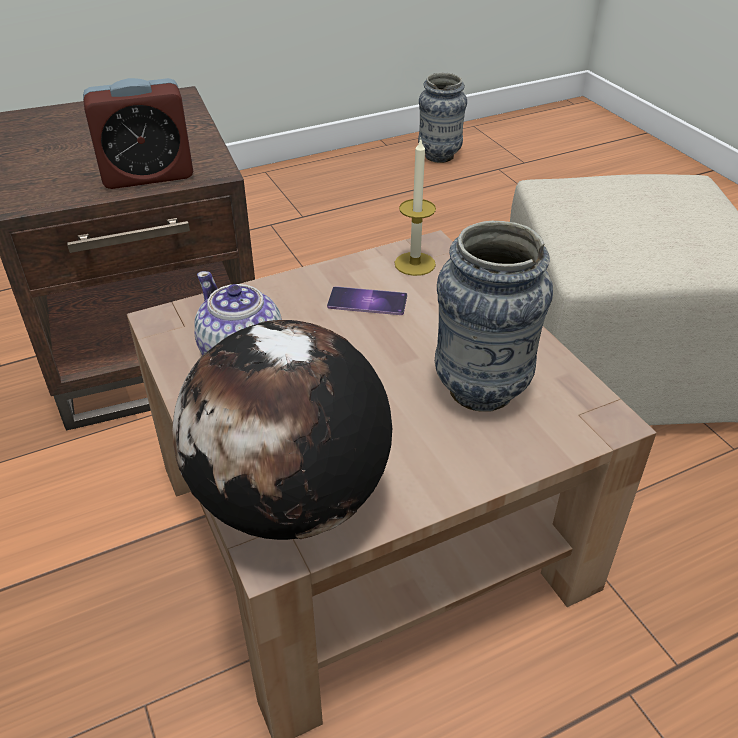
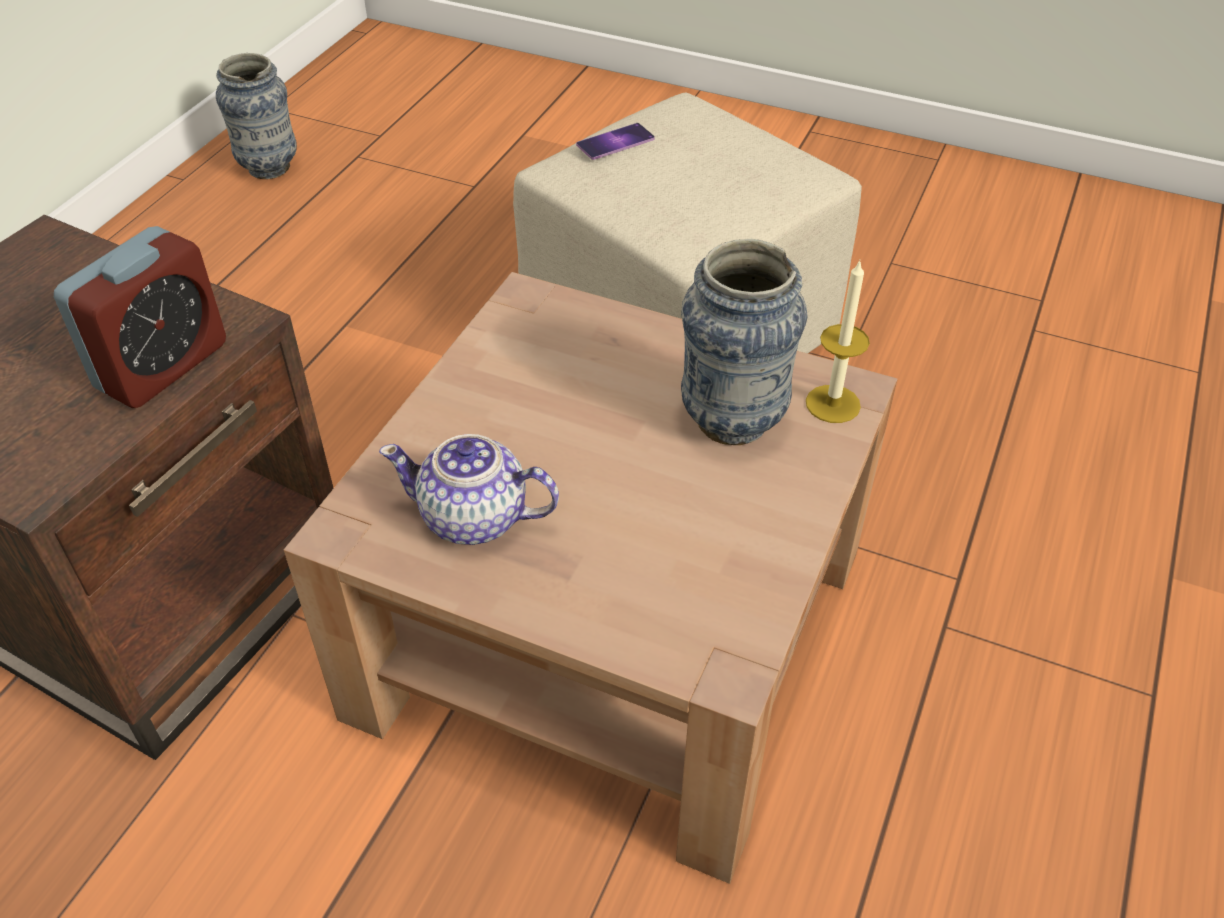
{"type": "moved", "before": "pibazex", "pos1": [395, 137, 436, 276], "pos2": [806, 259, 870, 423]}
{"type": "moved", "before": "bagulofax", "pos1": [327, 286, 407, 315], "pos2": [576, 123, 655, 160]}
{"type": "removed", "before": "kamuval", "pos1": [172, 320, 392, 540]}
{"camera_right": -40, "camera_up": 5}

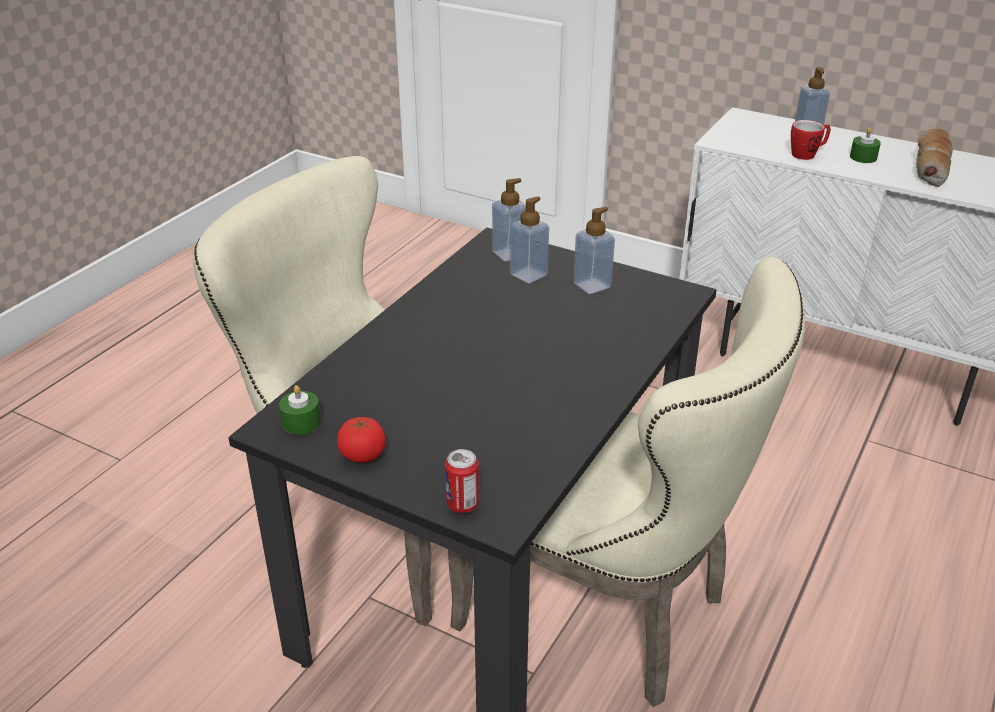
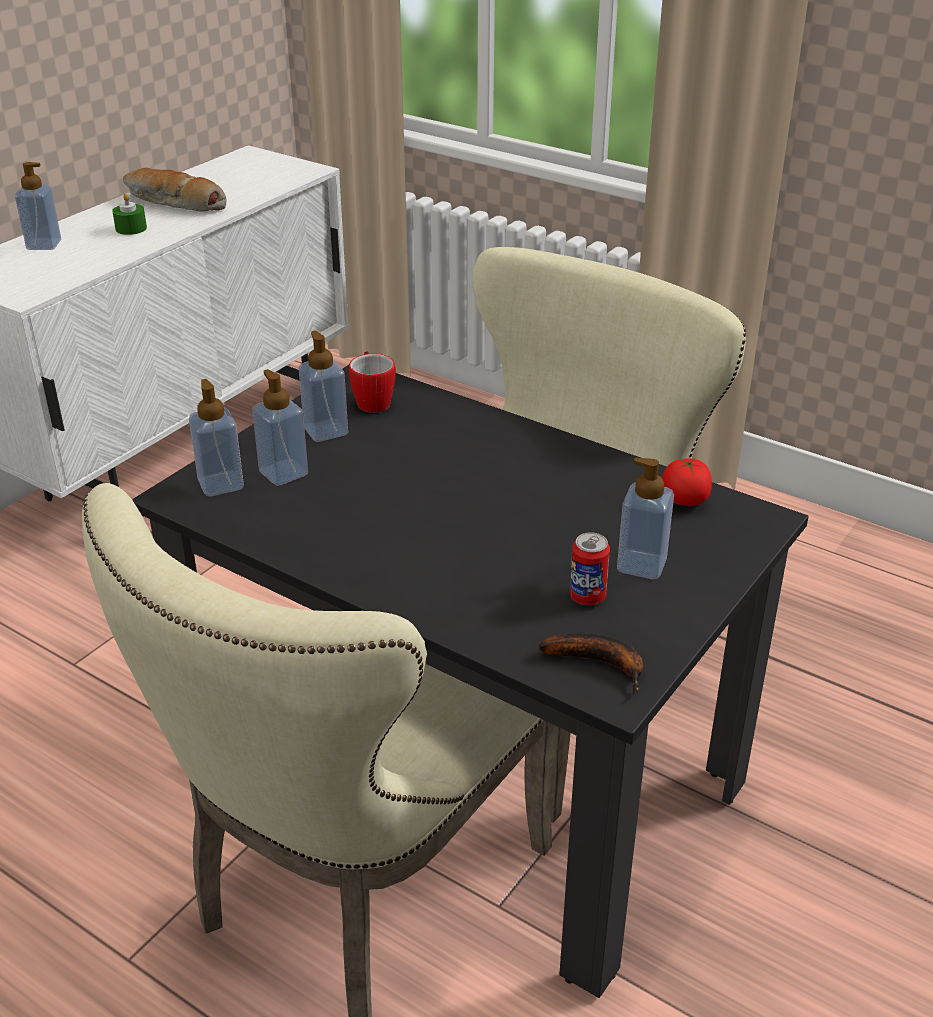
{"type": "moved", "before": "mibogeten", "pos1": [791, 120, 831, 160], "pos2": [349, 351, 396, 413]}
{"type": "replaced", "before": "green pibazex", "after": "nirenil", "pos1": [279, 385, 321, 435], "pos2": [539, 633, 644, 694]}
{"type": "moved", "before": "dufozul", "pos1": [337, 417, 386, 463], "pos2": [663, 458, 712, 506]}
{"type": "moved", "before": "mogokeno", "pos1": [445, 449, 479, 513], "pos2": [570, 532, 610, 605]}
{"type": "added", "after": "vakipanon", "pos2": [617, 458, 674, 579]}
{"camera_right": -85, "camera_up": 0}

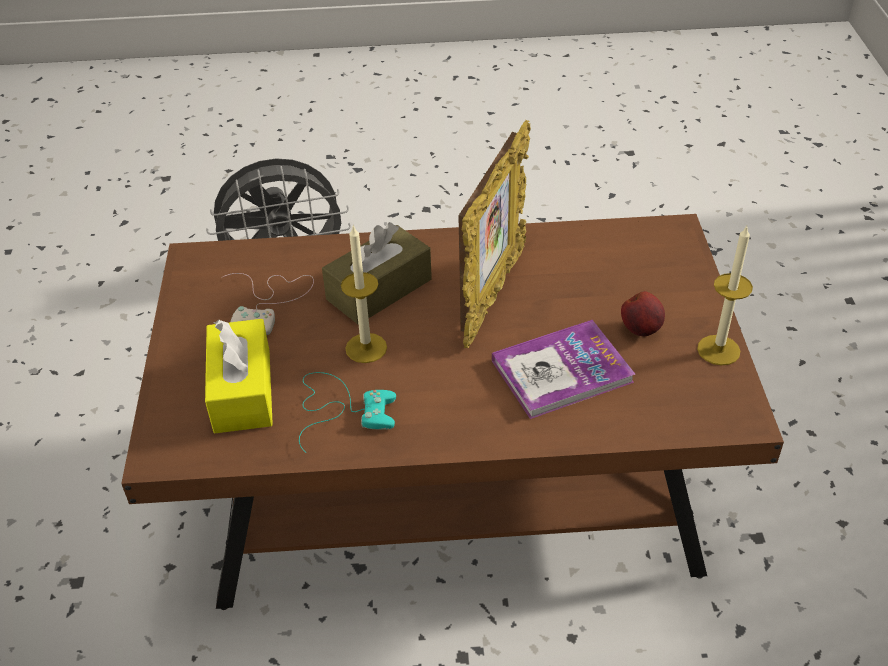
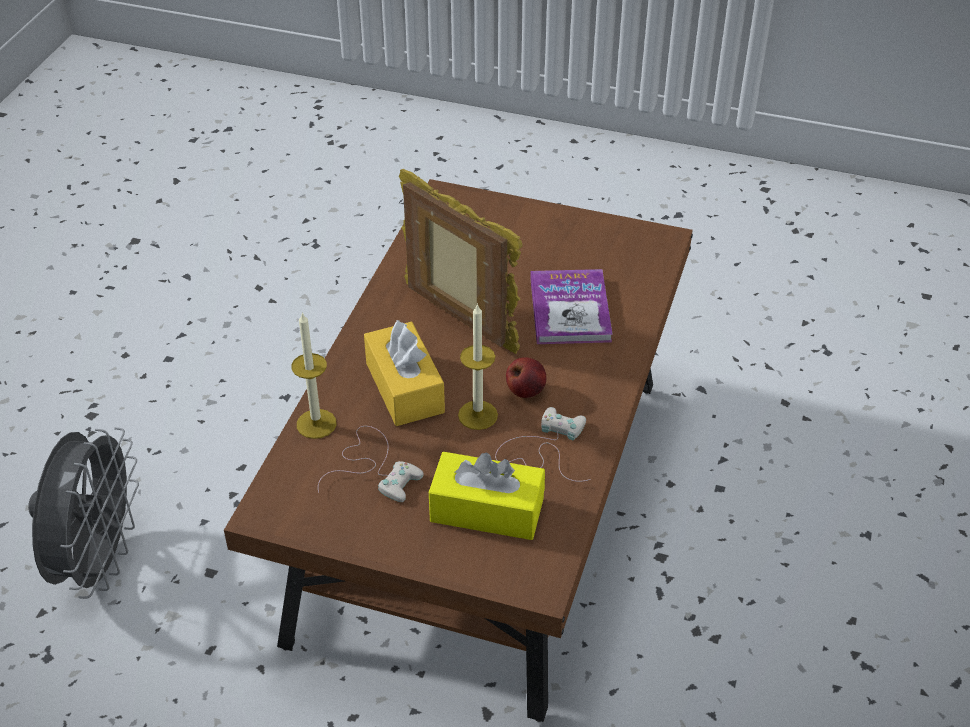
{"type": "recoloured", "before": "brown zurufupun", "after": "yellow zurufupun", "pos1": [322, 222, 432, 324], "pos2": [364, 320, 445, 426]}
{"type": "moved", "before": "pibazex", "pos1": [697, 226, 753, 365], "pos2": [291, 312, 336, 439]}
{"type": "moved", "before": "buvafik", "pos1": [621, 291, 665, 336], "pos2": [506, 357, 546, 398]}
{"type": "recoloured", "before": "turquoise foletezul", "after": "white foletezul", "pos1": [299, 372, 396, 453], "pos2": [495, 407, 591, 482]}
{"camera_right": -70, "camera_up": 0}

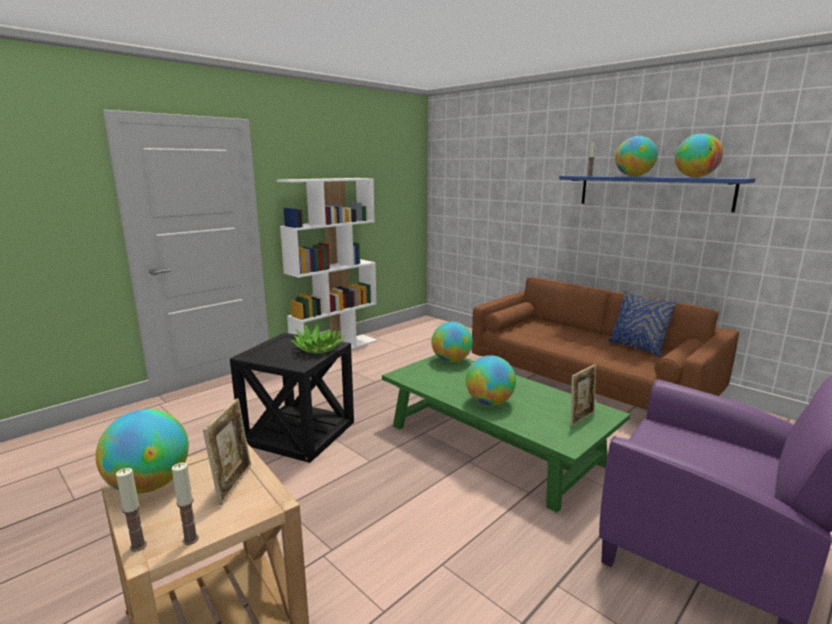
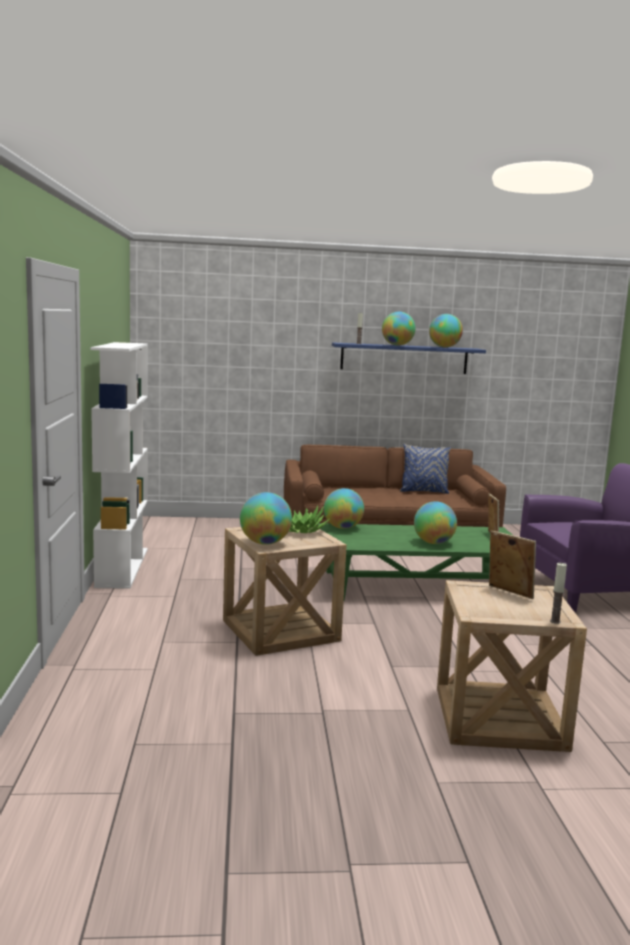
{"type": "recoloured", "before": "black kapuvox", "after": "beige kapuvox", "pos1": [230, 333, 354, 463], "pos2": [223, 526, 347, 656]}
{"type": "moved", "before": "kamuval", "pos1": [96, 409, 189, 494], "pos2": [240, 492, 292, 545]}
{"type": "removed", "before": "pibazex", "pos1": [172, 463, 199, 545]}
{"camera_right": -50, "camera_up": -5}

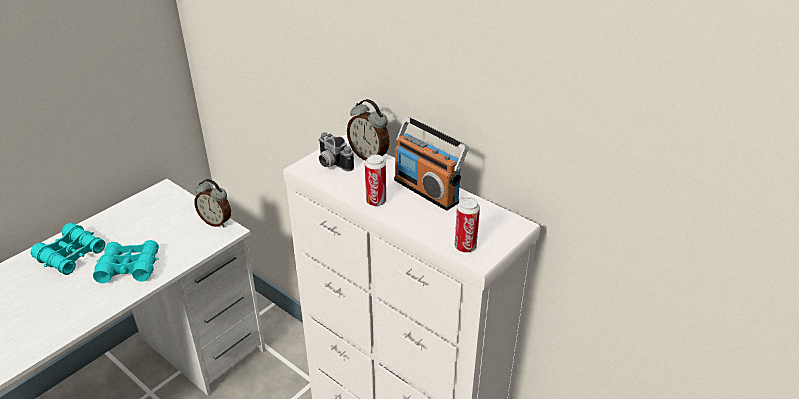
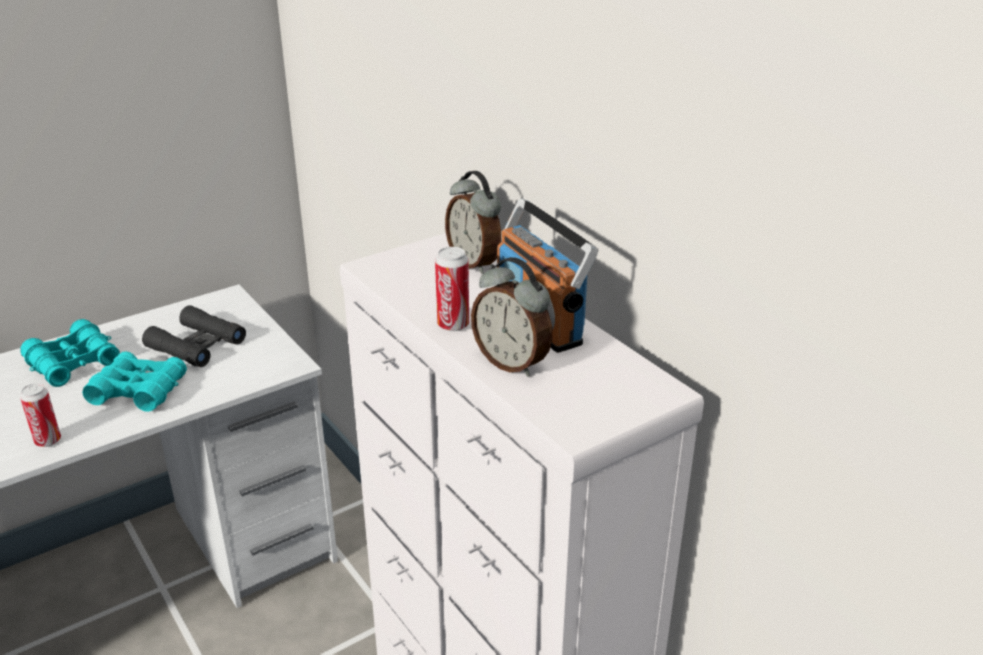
{"type": "removed", "before": "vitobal", "pos1": [319, 132, 354, 172]}
{"type": "moved", "before": "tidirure", "pos1": [195, 179, 231, 227], "pos2": [471, 257, 552, 377]}
{"type": "moved", "before": "mogokeno", "pos1": [455, 197, 480, 253], "pos2": [20, 383, 61, 447]}
{"type": "added", "after": "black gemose", "pos2": [142, 305, 246, 367]}
{"camera_right": 15, "camera_up": -5}

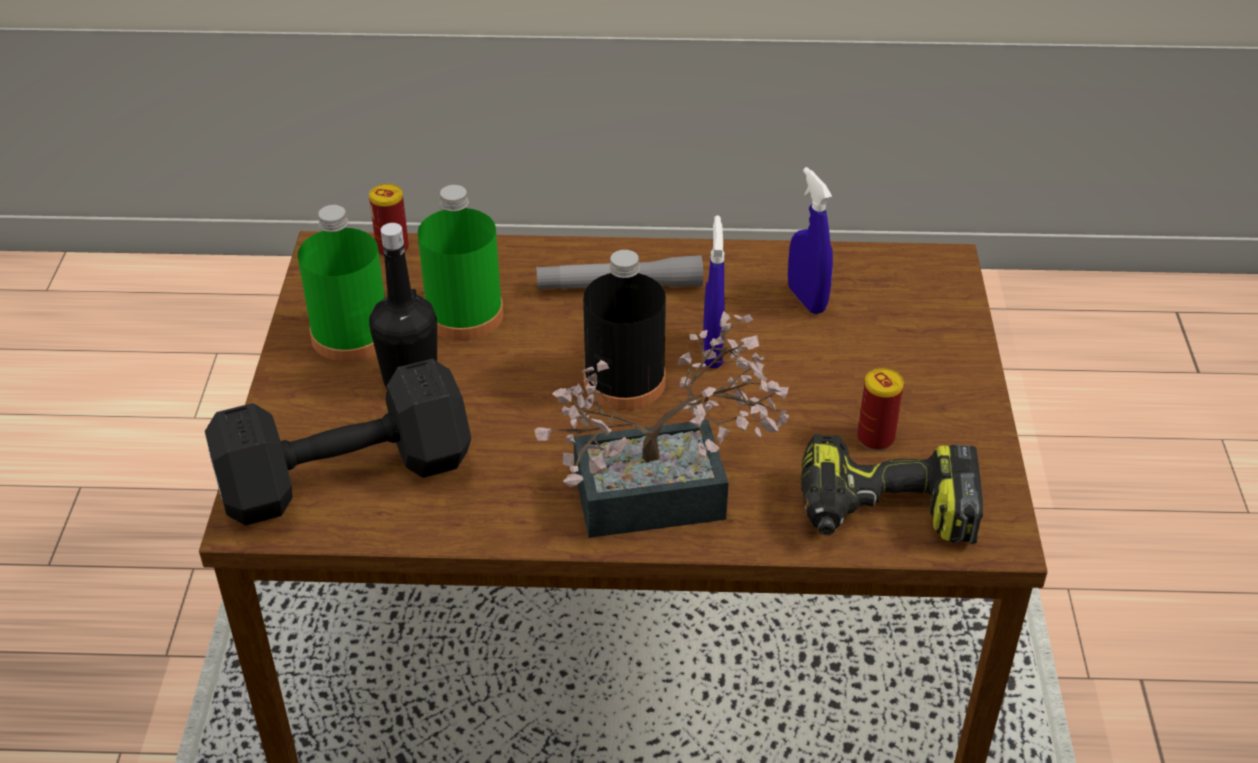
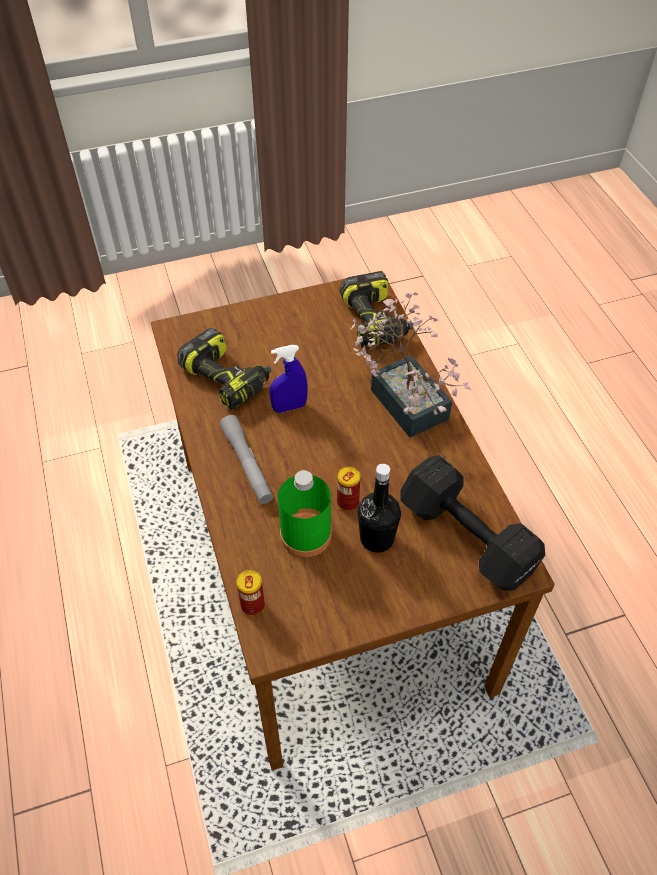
{"type": "replaced", "before": "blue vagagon", "after": "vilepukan", "pos1": [788, 167, 833, 314], "pos2": [177, 328, 271, 410]}
{"type": "removed", "before": "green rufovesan", "pos1": [298, 205, 385, 362]}
{"type": "removed", "before": "black rufovesan", "pos1": [583, 250, 666, 411]}
{"type": "moved", "before": "mogokeno", "pos1": [857, 368, 904, 451], "pos2": [337, 467, 360, 511]}
{"camera_right": -110, "camera_up": 10}

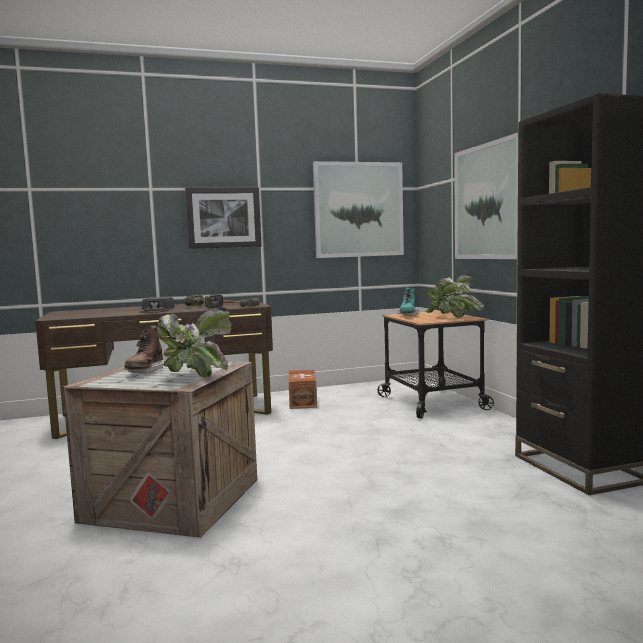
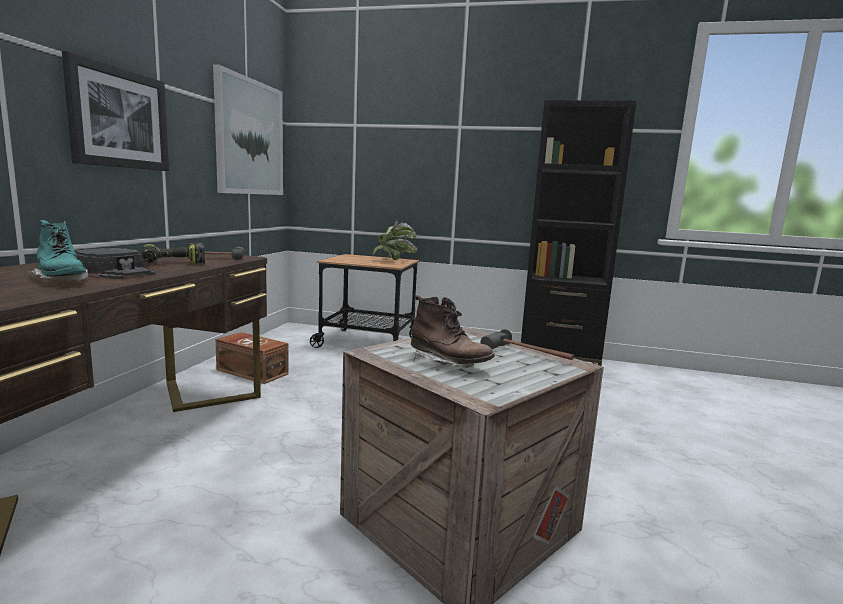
{"type": "removed", "before": "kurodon", "pos1": [454, 133, 518, 259]}
{"type": "moved", "before": "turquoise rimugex", "pos1": [398, 288, 419, 316], "pos2": [29, 220, 88, 281]}
{"type": "replaced", "before": "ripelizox", "after": "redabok", "pos1": [156, 307, 232, 378], "pos2": [480, 329, 574, 360]}
{"camera_right": -60, "camera_up": 5}

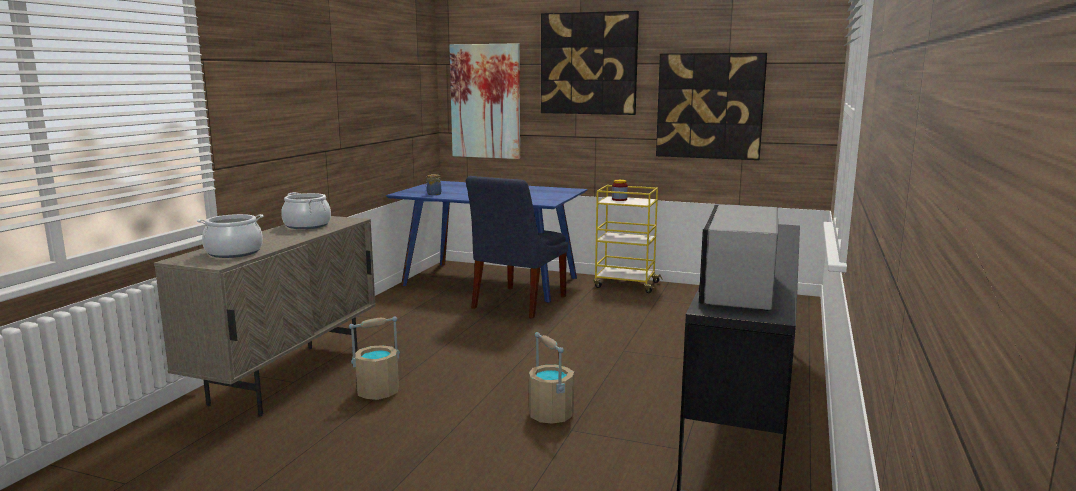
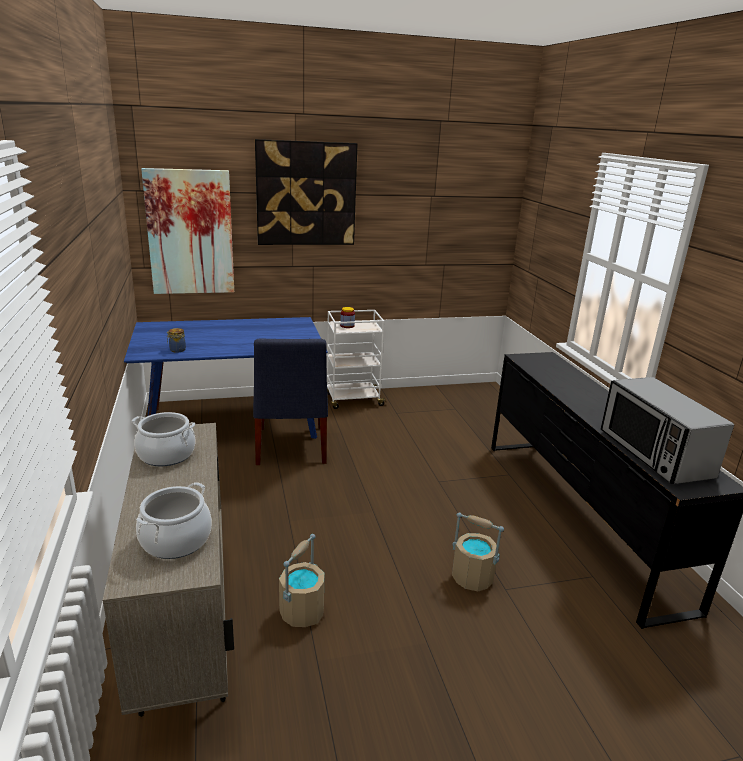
{"type": "removed", "before": "kurodon", "pos1": [656, 53, 767, 160]}
{"type": "recoloured", "before": "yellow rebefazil", "after": "white rebefazil", "pos1": [593, 185, 662, 293], "pos2": [327, 310, 387, 409]}
{"camera_right": -35, "camera_up": 10}

